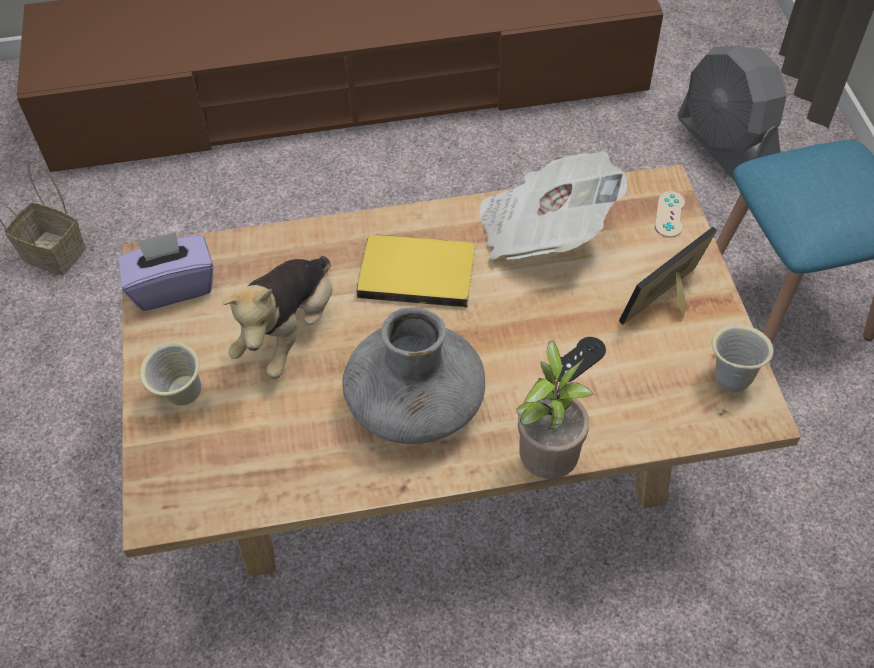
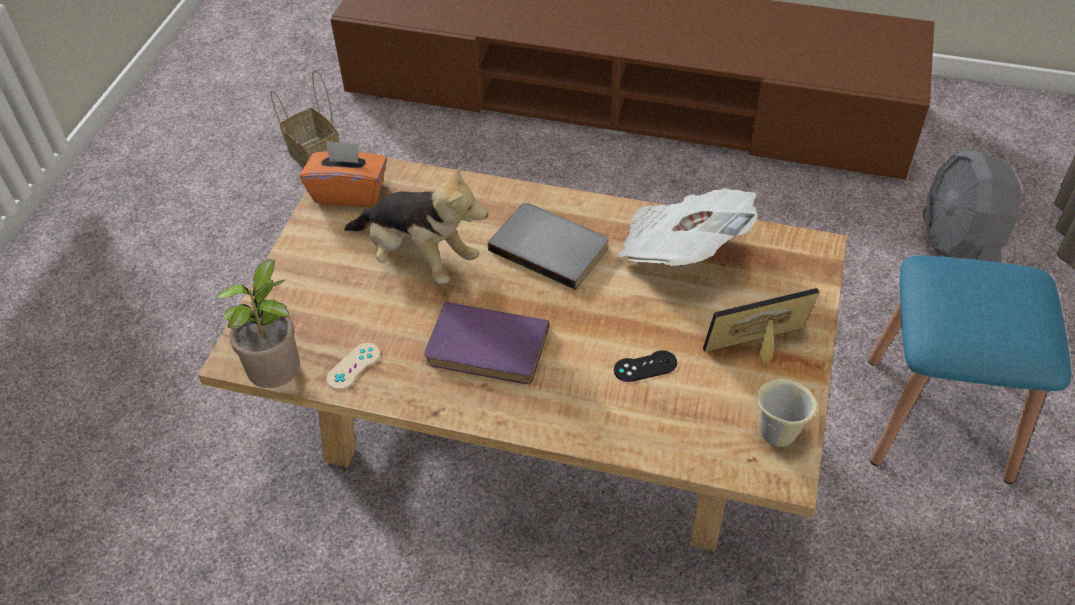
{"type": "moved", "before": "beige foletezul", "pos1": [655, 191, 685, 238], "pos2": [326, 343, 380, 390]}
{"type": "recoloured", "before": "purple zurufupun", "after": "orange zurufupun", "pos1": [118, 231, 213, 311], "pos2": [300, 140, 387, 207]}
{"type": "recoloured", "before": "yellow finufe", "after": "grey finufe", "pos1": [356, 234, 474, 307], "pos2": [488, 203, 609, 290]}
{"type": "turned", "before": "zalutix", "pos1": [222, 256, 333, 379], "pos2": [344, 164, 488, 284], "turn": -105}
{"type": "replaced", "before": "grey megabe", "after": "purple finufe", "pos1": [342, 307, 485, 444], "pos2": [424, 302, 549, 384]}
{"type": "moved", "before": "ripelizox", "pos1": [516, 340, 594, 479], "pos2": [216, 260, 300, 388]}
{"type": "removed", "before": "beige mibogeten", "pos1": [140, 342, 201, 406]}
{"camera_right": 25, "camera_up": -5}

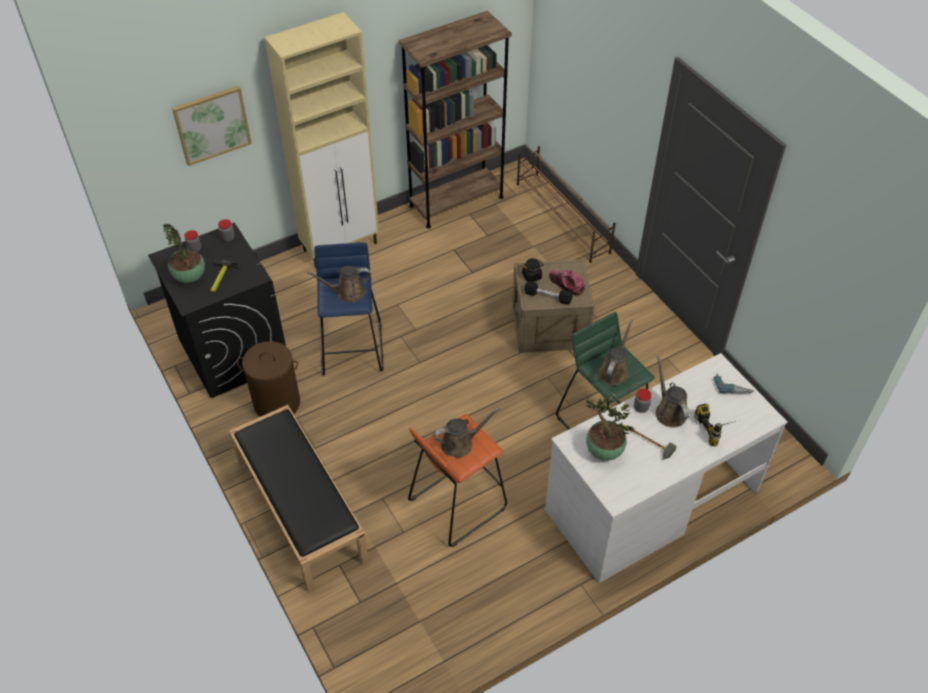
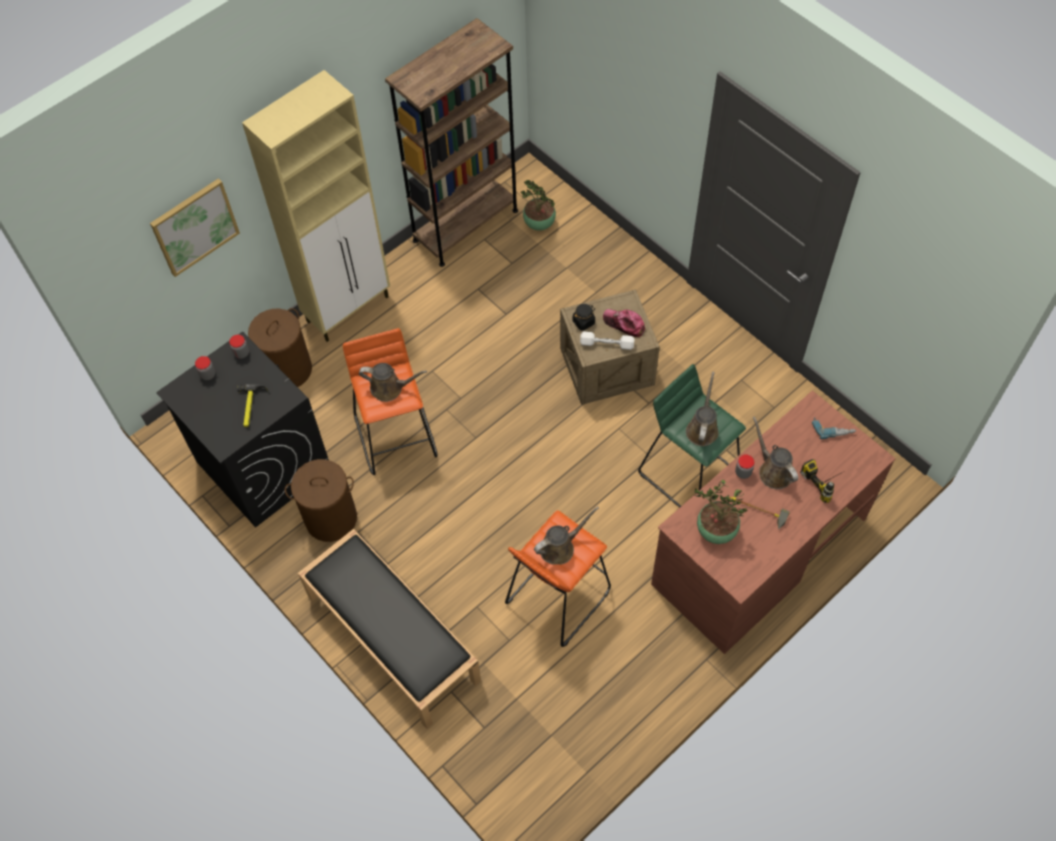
{"type": "removed", "before": "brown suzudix", "pos1": [517, 146, 616, 263]}
{"type": "moved", "before": "ripelizox", "pos1": [163, 224, 205, 283], "pos2": [520, 180, 556, 231]}
{"type": "recoloured", "before": "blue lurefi", "after": "orange lurefi", "pos1": [314, 242, 384, 376], "pos2": [343, 328, 438, 475]}
{"type": "turned", "before": "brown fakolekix", "pos1": [307, 266, 371, 302], "pos2": [359, 363, 427, 402], "turn": -150}
{"type": "recoloured", "before": "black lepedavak", "after": "white lepedavak", "pos1": [524, 281, 573, 304], "pos2": [580, 331, 635, 350]}
{"type": "recoloured", "before": "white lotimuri", "after": "brown lotimuri", "pos1": [545, 353, 787, 583], "pos2": [651, 391, 896, 654]}
{"type": "added", "after": "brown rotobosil", "pos2": [248, 308, 312, 387]}
{"camera_right": -10, "camera_up": 10}

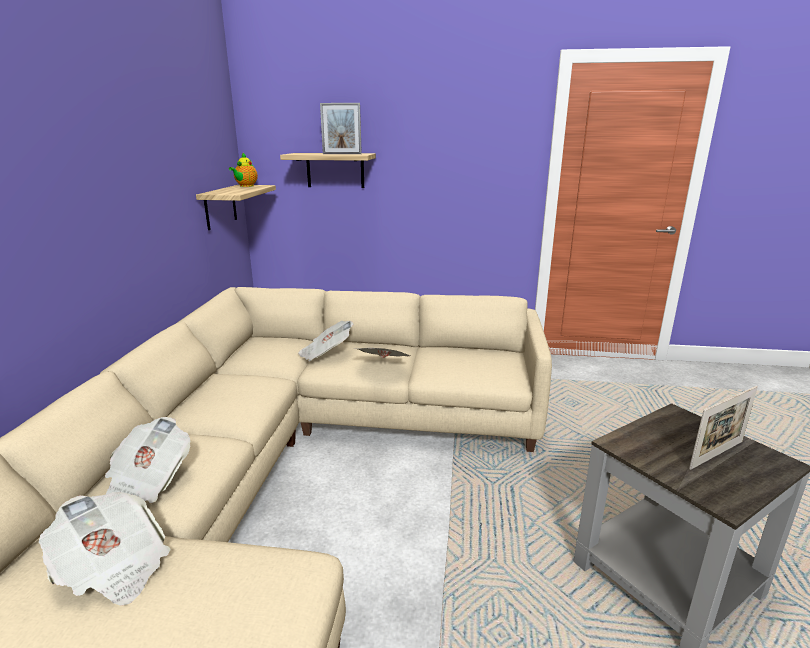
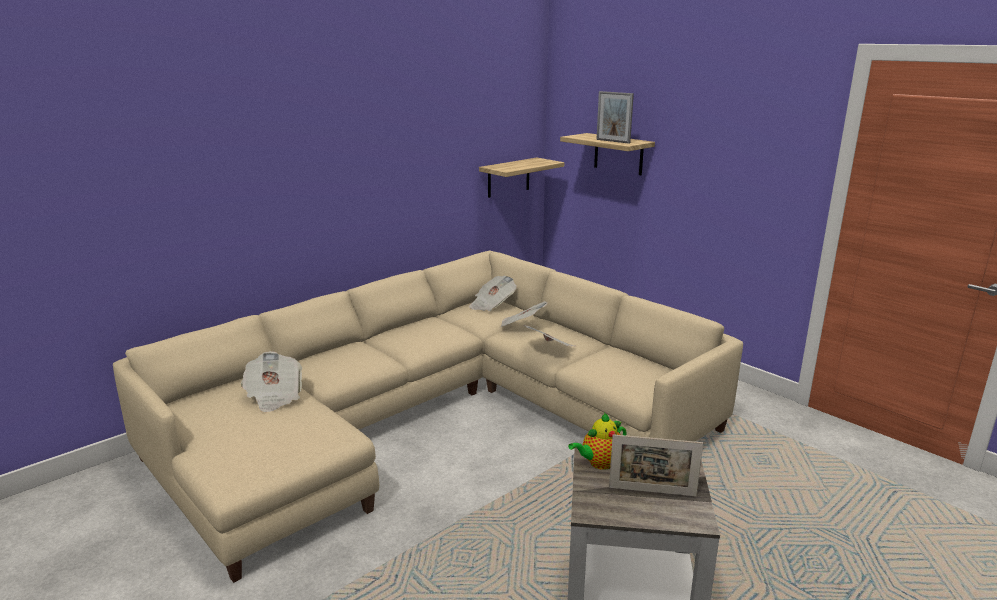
{"type": "moved", "before": "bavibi", "pos1": [229, 153, 258, 187], "pos2": [568, 413, 627, 470]}
{"type": "moved", "before": "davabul", "pos1": [105, 417, 190, 503], "pos2": [469, 276, 517, 311]}
{"camera_right": 40, "camera_up": 0}

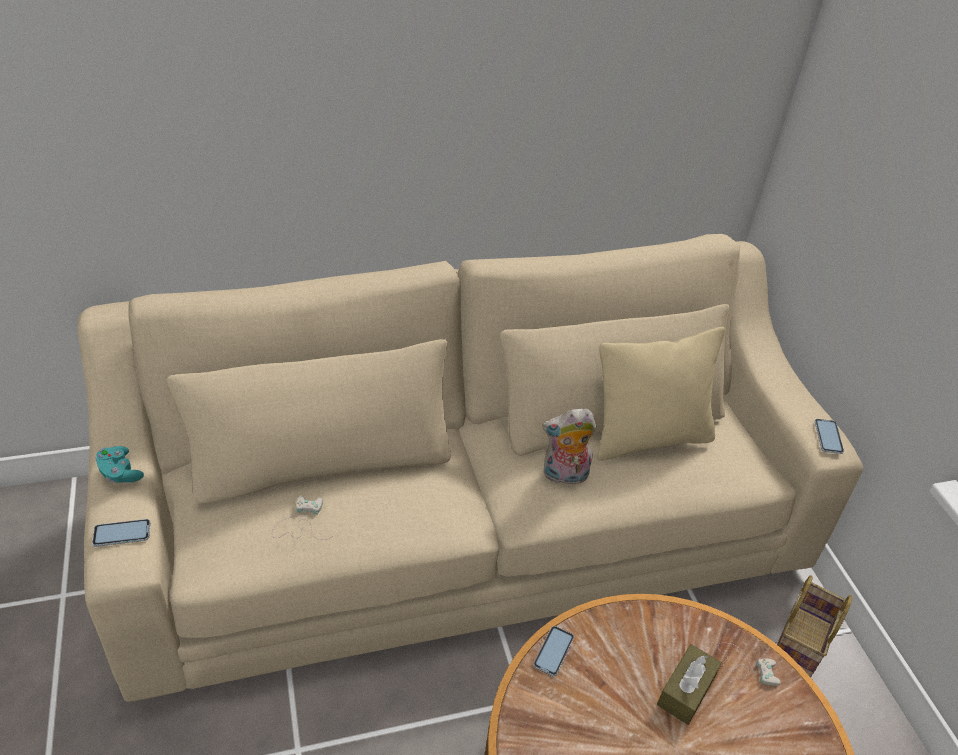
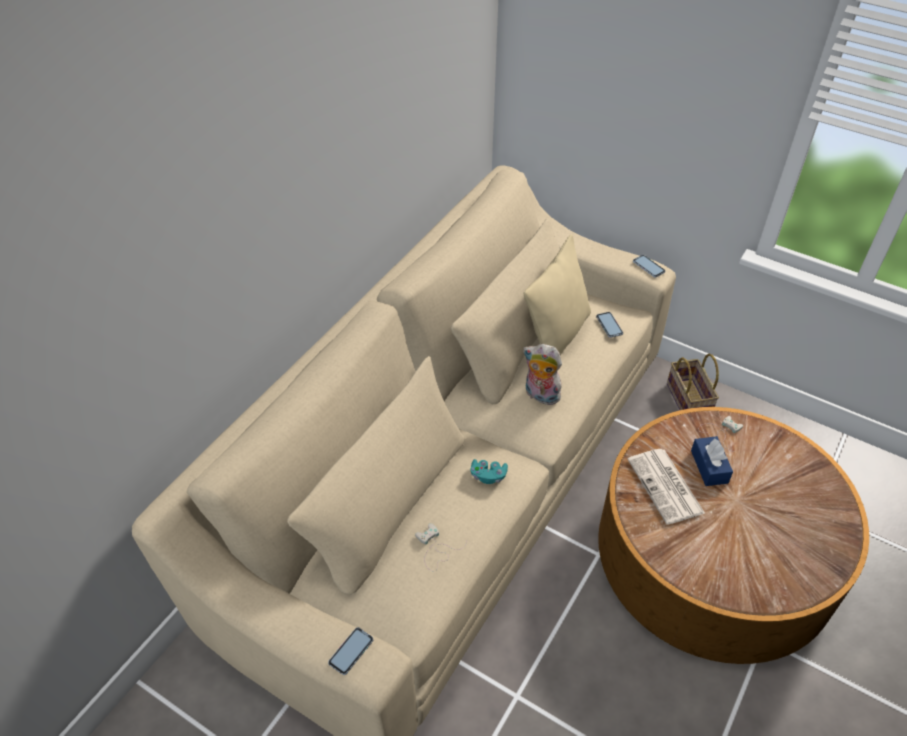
{"type": "turned", "before": "zalutix", "pos1": [542, 409, 597, 488], "pos2": [523, 344, 563, 405], "turn": 75}
{"type": "moved", "before": "turquoise foletezul", "pos1": [96, 446, 144, 483], "pos2": [471, 459, 508, 484]}
{"type": "moved", "before": "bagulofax", "pos1": [533, 626, 574, 676], "pos2": [596, 312, 623, 338]}
{"type": "recoloured", "before": "brown zurufupun", "after": "blue zurufupun", "pos1": [657, 644, 722, 725], "pos2": [691, 436, 733, 486]}
{"type": "added", "after": "davabul", "pos2": [628, 449, 705, 525]}
{"camera_right": -40, "camera_up": 5}

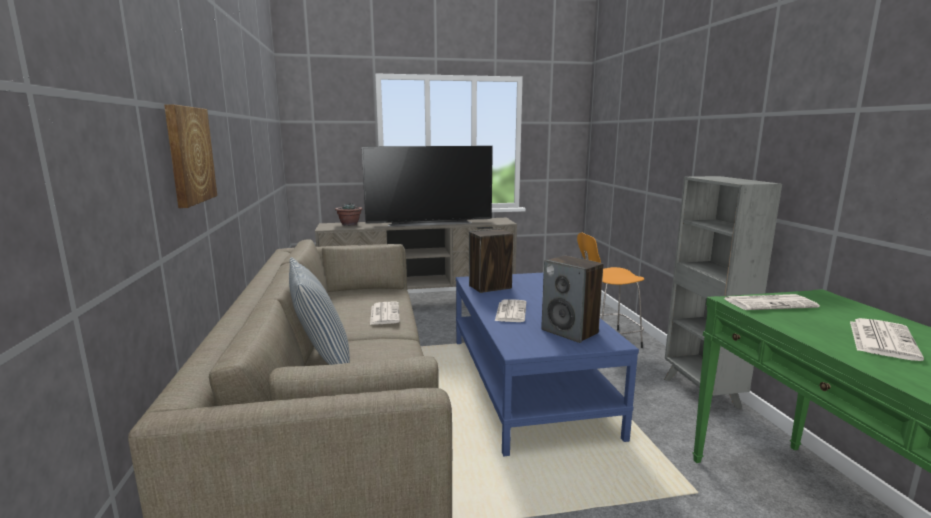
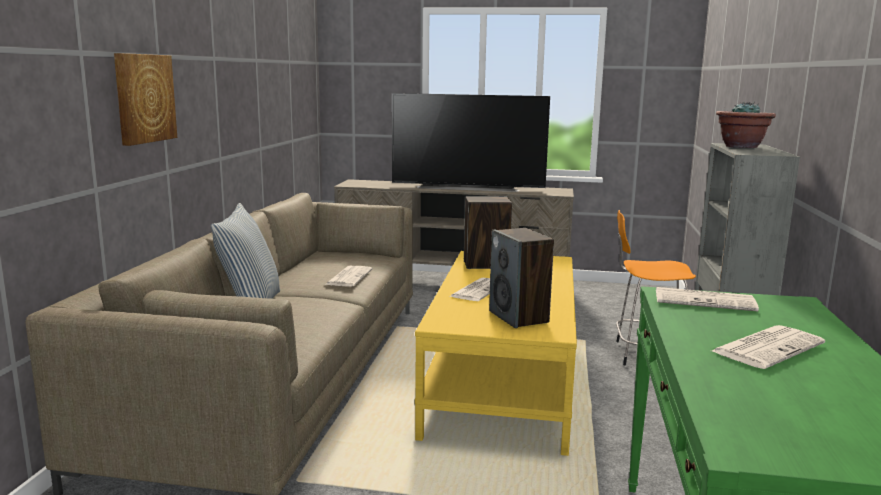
{"type": "moved", "before": "ripelizox", "pos1": [335, 203, 362, 226], "pos2": [716, 101, 776, 148]}
{"type": "recoloured", "before": "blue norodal", "after": "yellow norodal", "pos1": [456, 273, 639, 456], "pos2": [415, 251, 577, 456]}
{"camera_right": 20, "camera_up": 0}

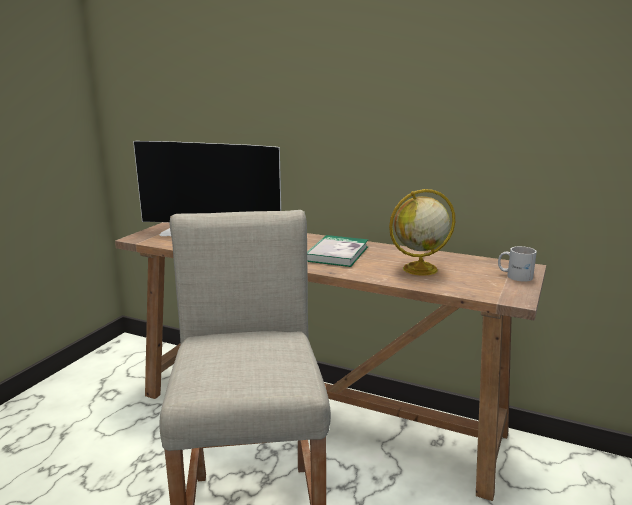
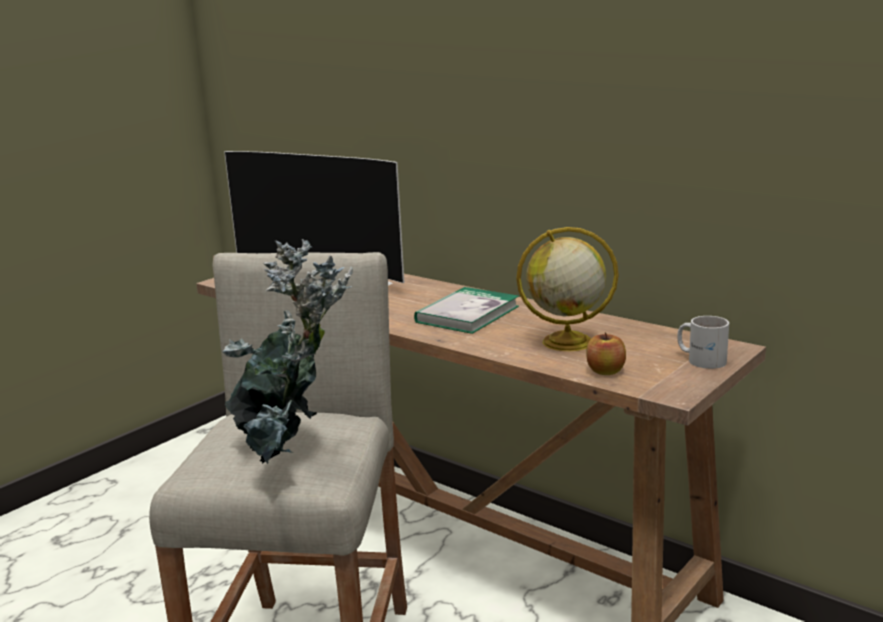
{"type": "added", "after": "ripelizox", "pos2": [222, 239, 353, 465]}
{"type": "added", "after": "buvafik", "pos2": [586, 332, 626, 375]}
{"camera_right": 15, "camera_up": 0}

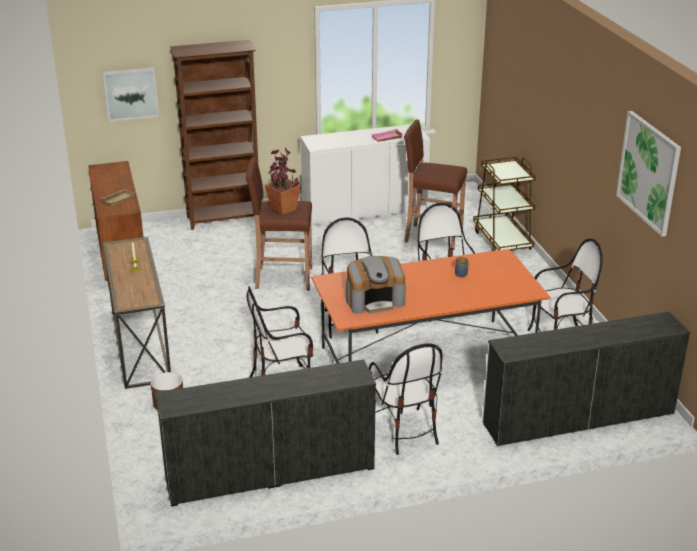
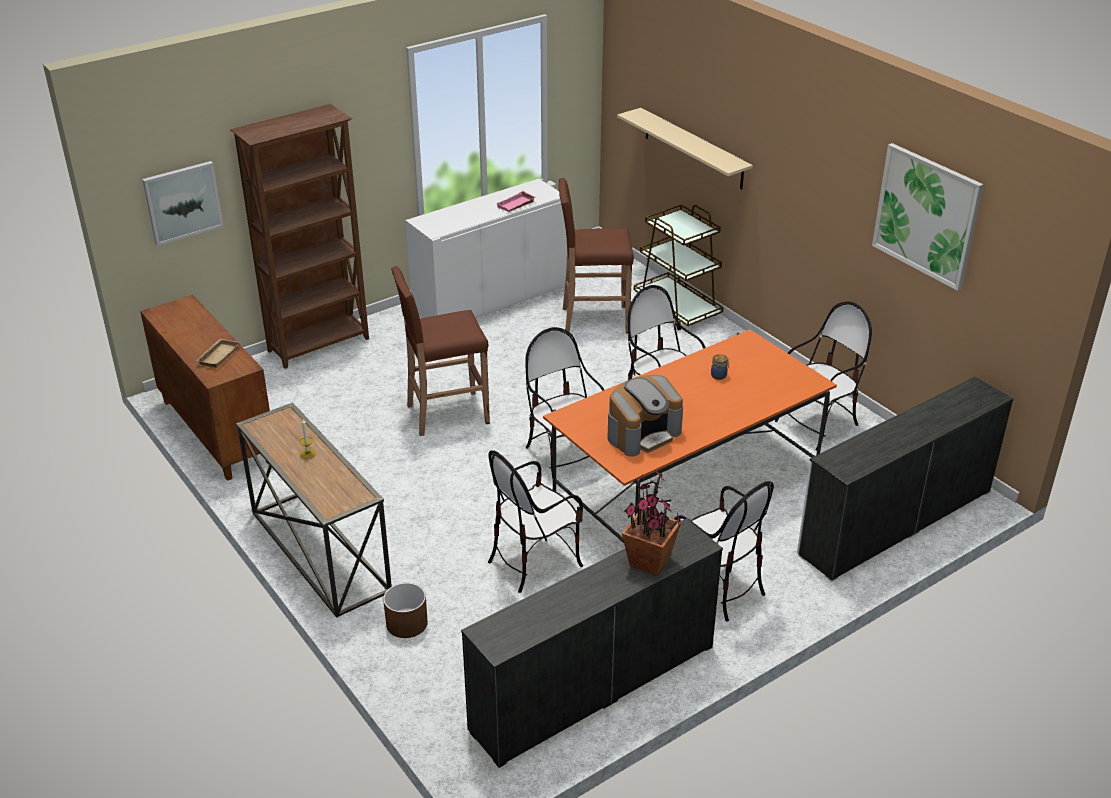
{"type": "moved", "before": "ripelizox", "pos1": [265, 148, 301, 215], "pos2": [622, 469, 681, 576]}
{"type": "added", "after": "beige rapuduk", "pos2": [617, 108, 753, 190]}
{"camera_right": -20, "camera_up": 5}

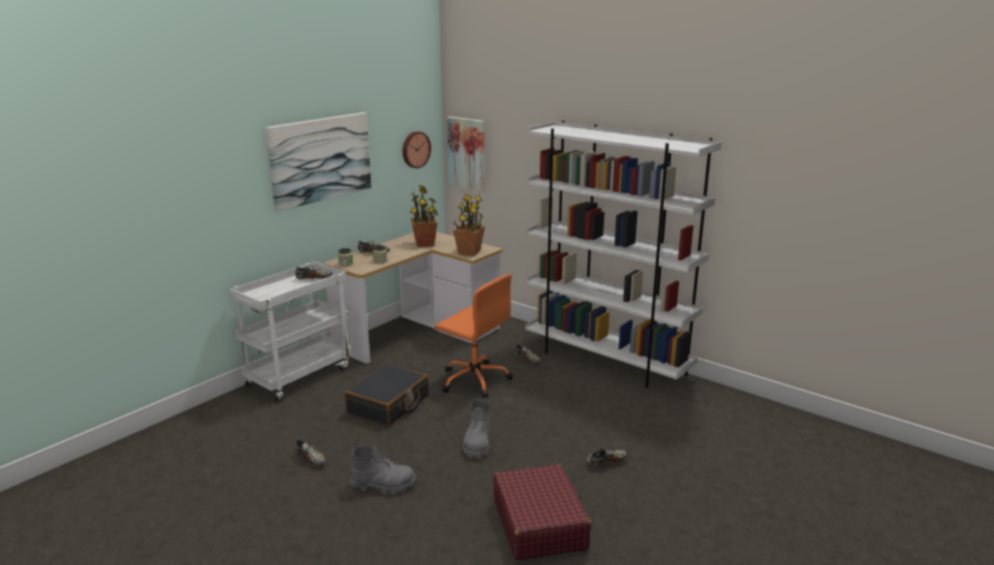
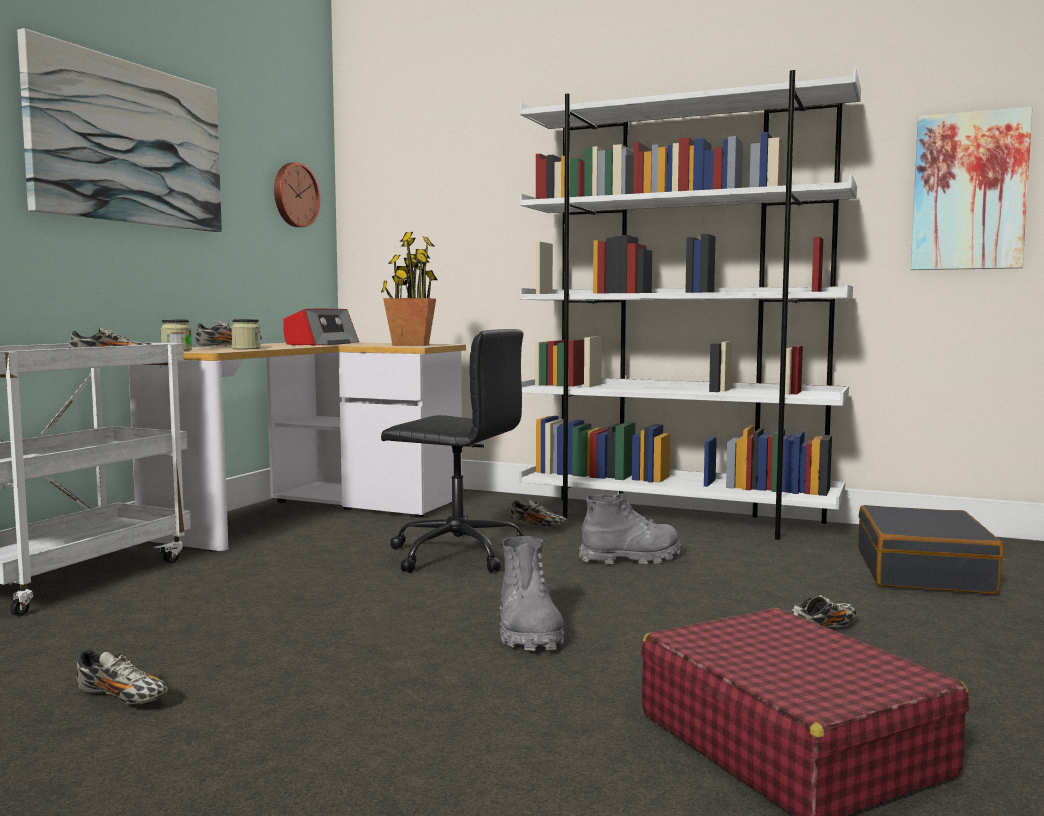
{"type": "moved", "before": "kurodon", "pos1": [447, 116, 485, 191], "pos2": [911, 107, 1033, 270]}
{"type": "replaced", "before": "ripelizox", "after": "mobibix", "pos1": [410, 185, 438, 247], "pos2": [283, 309, 359, 346]}
{"type": "recoloured", "before": "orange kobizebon", "after": "black kobizebon", "pos1": [435, 274, 513, 398], "pos2": [381, 329, 524, 573]}
{"type": "moved", "before": "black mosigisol", "pos1": [345, 364, 429, 426], "pos2": [858, 505, 1004, 594]}
{"type": "moved", "before": "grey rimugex", "pos1": [350, 446, 416, 494], "pos2": [579, 493, 681, 564]}
{"camera_right": -15, "camera_up": -15}

